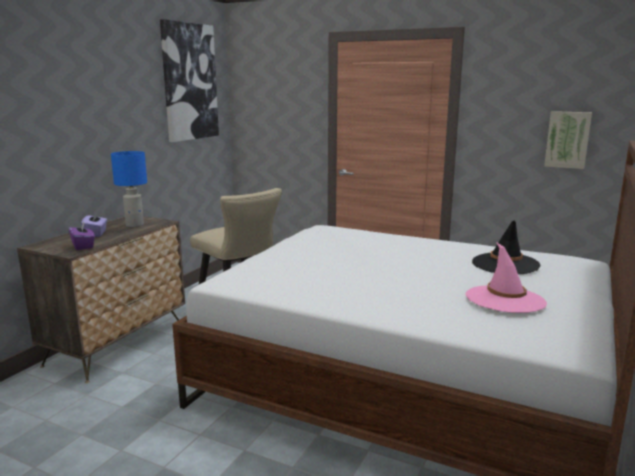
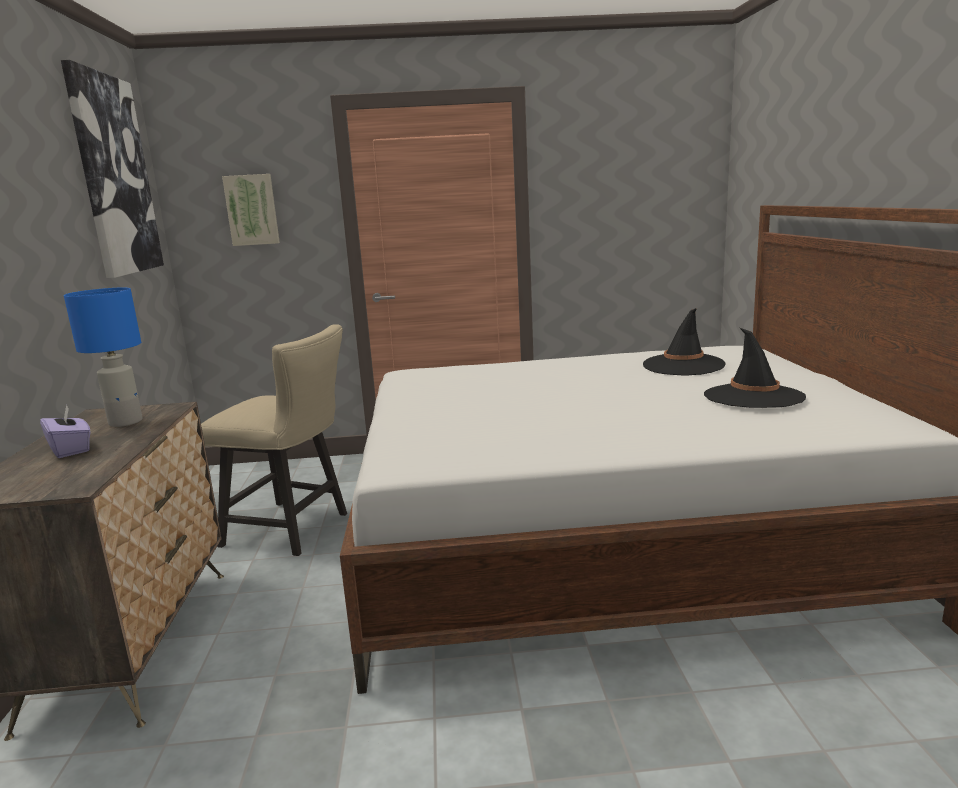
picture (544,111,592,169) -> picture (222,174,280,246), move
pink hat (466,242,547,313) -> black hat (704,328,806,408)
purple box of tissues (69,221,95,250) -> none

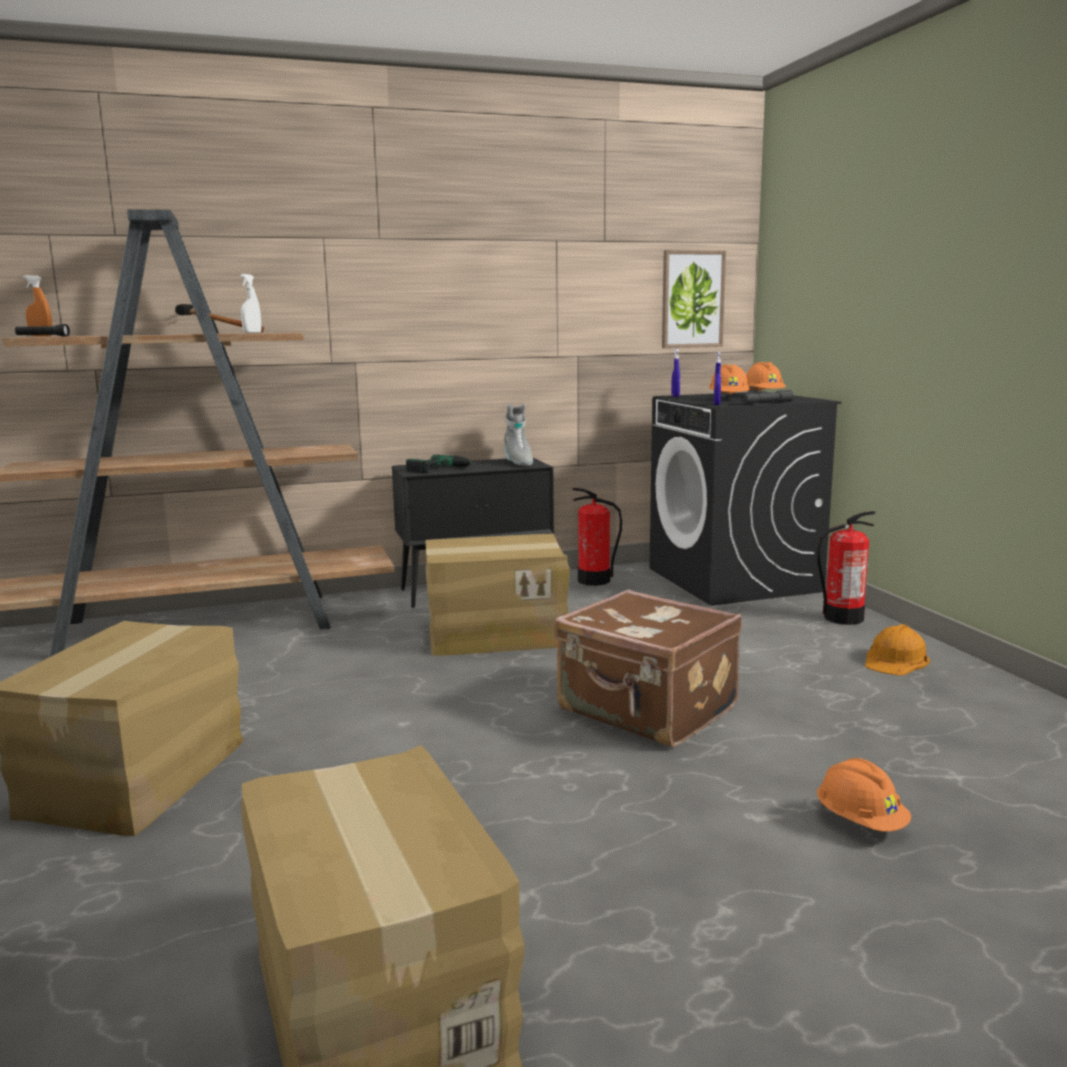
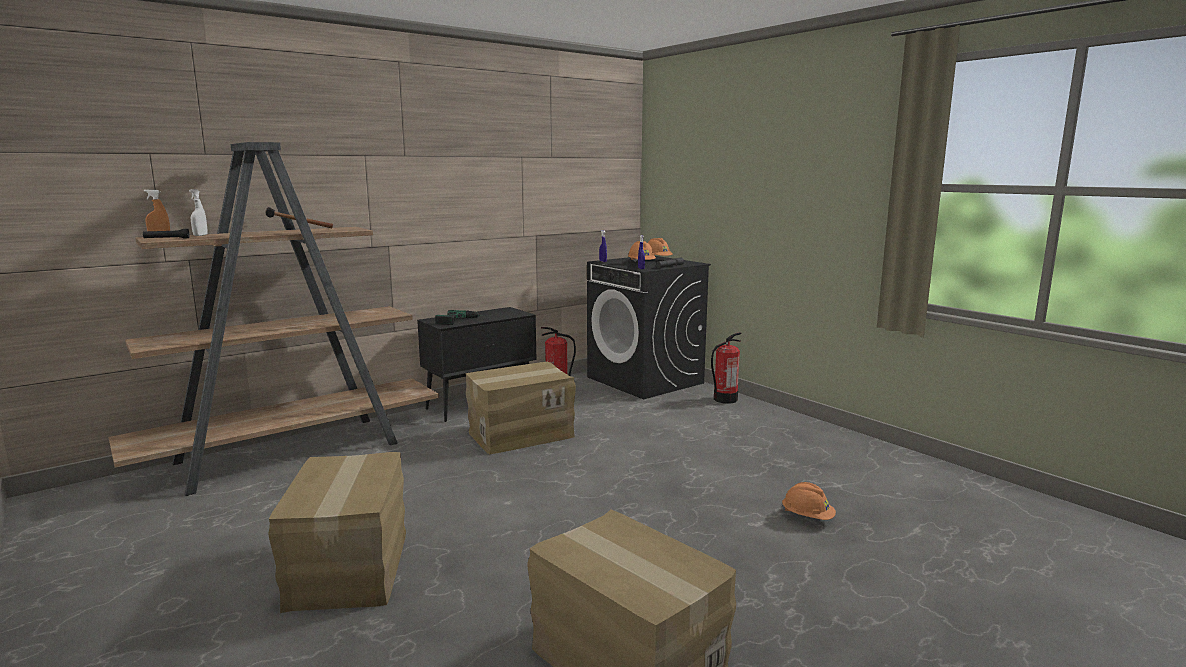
whitish spray bottle (240,274,261,333) -> whitish spray bottle (189,189,208,236), move
grey high-top boot (504,403,533,466) -> none
brown-coloured suitcase (554,589,742,747) -> none
picture (662,250,726,348) -> none
orange-coloured work helmet (865,624,930,676) -> none

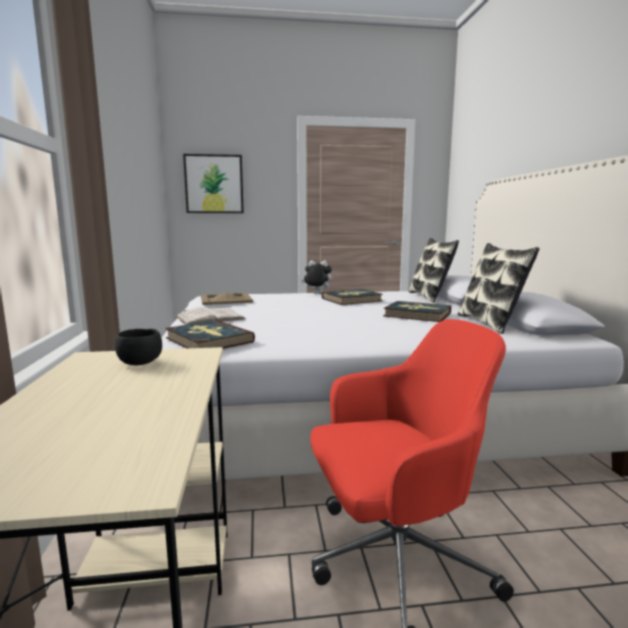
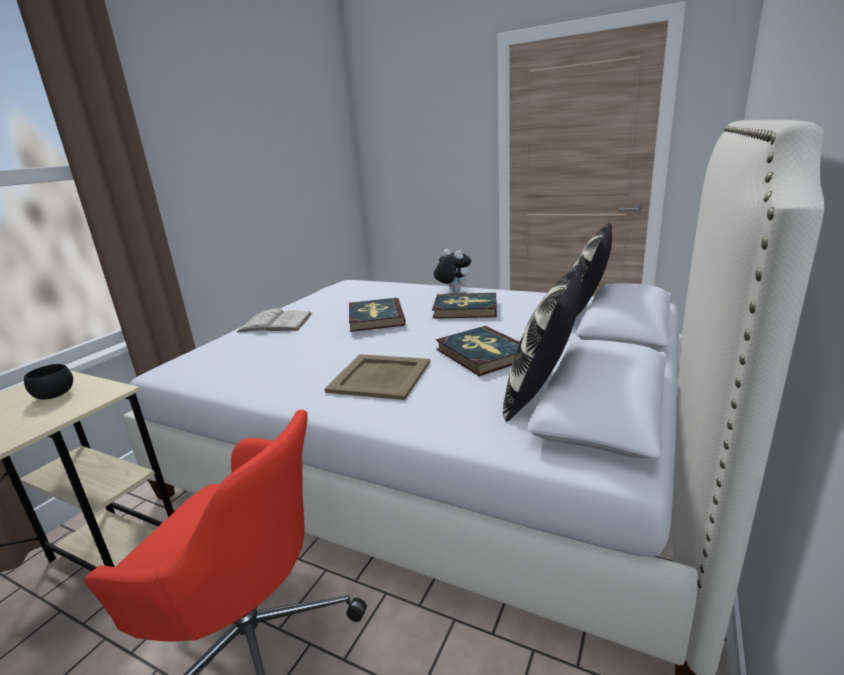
sand-coloured tray (201,292,253,305) -> sand-coloured tray (325,354,430,400), move
bound book (165,320,255,349) -> bound book (349,298,406,332), move
picture (183,154,244,213) -> none

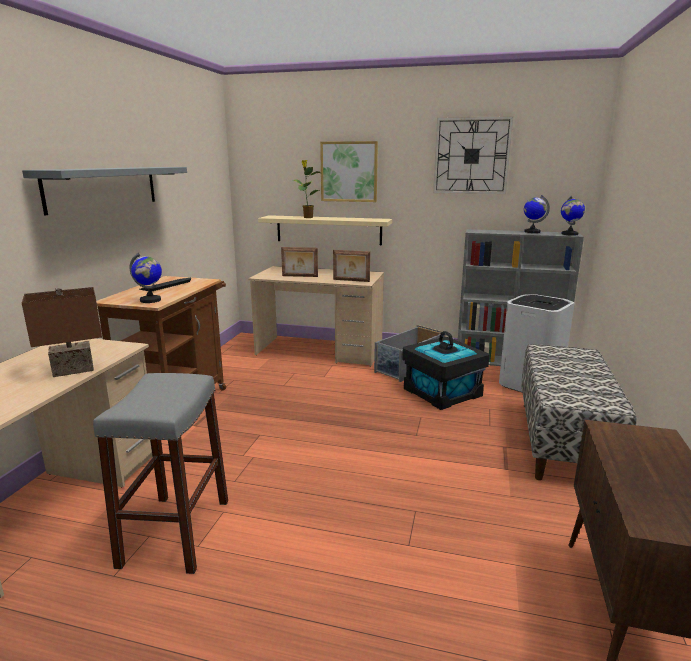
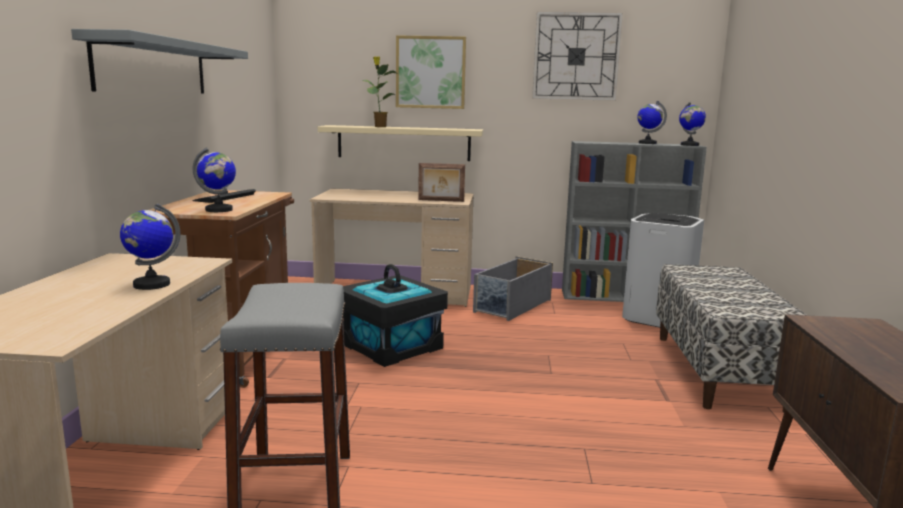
brown-coloured lamp for a table (22,287,102,377) -> world globe (120,204,180,290)
black storage box (402,331,489,410) -> black storage box (343,264,448,367), move
picture frame (281,247,318,277) -> none

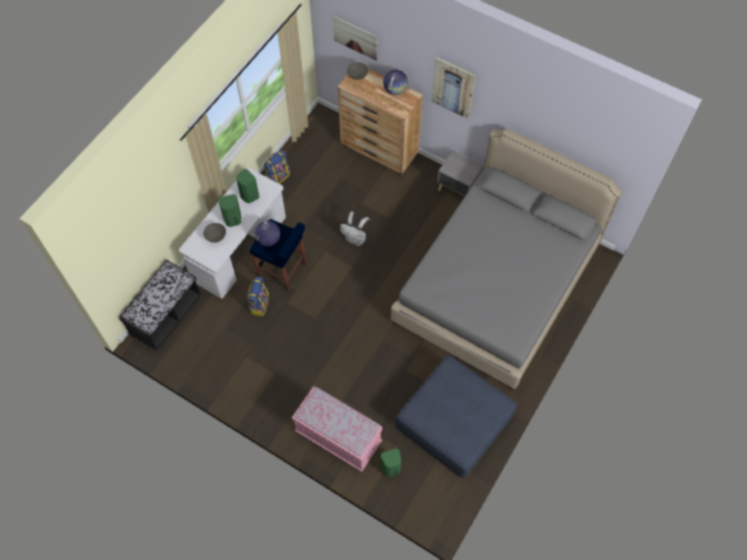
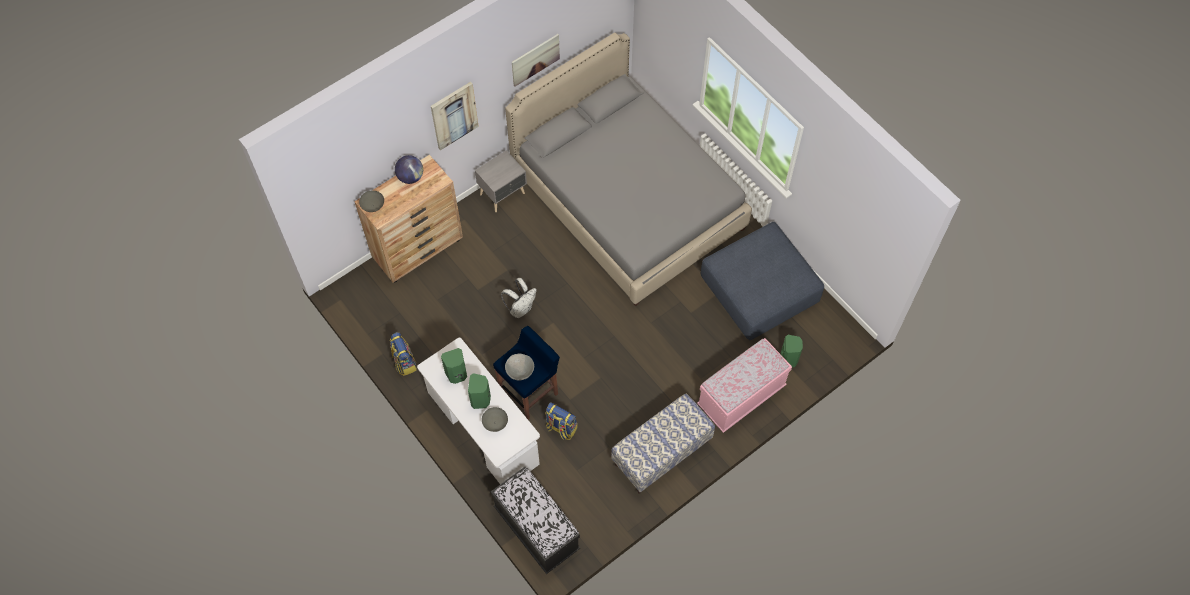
world globe (255,221,280,246) -> grey serving bowl (505,354,534,381)
picture (333,16,377,60) -> picture (512,34,560,87), move
none -> indoor bench (611,393,715,494)

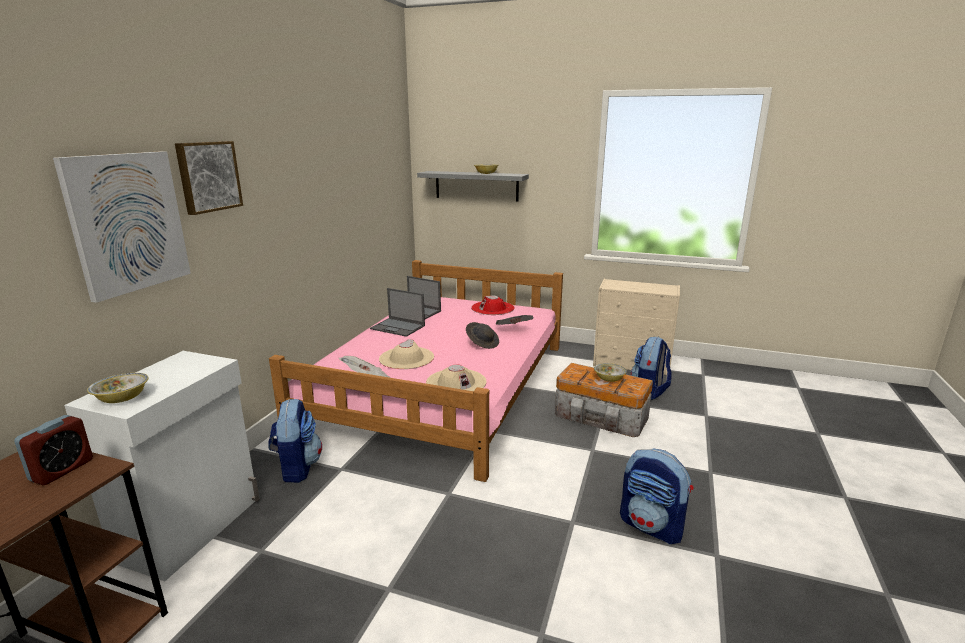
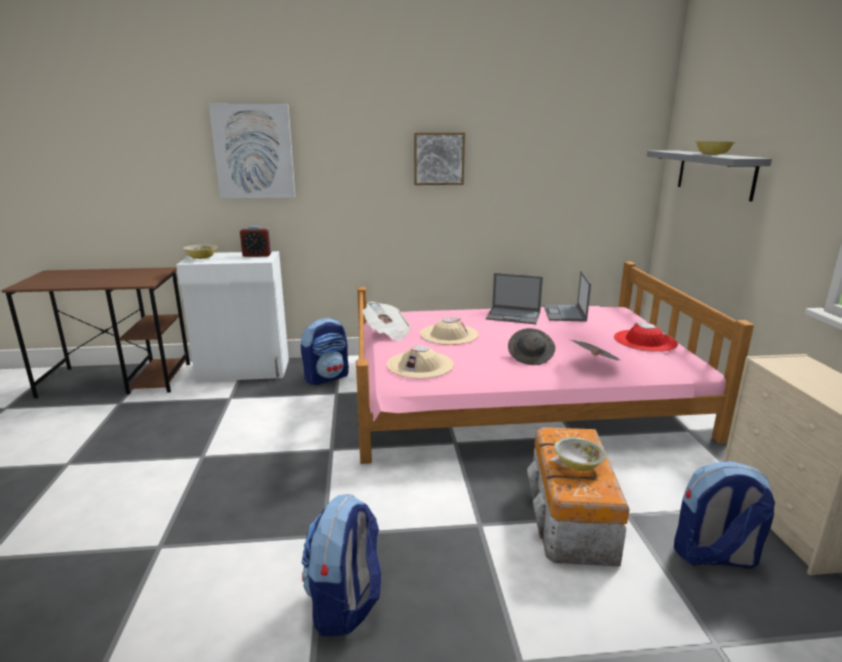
bedside clock (14,415,93,485) -> bedside clock (240,226,271,257), move
picture (175,141,243,215) -> picture (414,133,465,185), move
notebook computer (370,288,425,337) -> notebook computer (486,273,543,324), 75 degrees counterclockwise

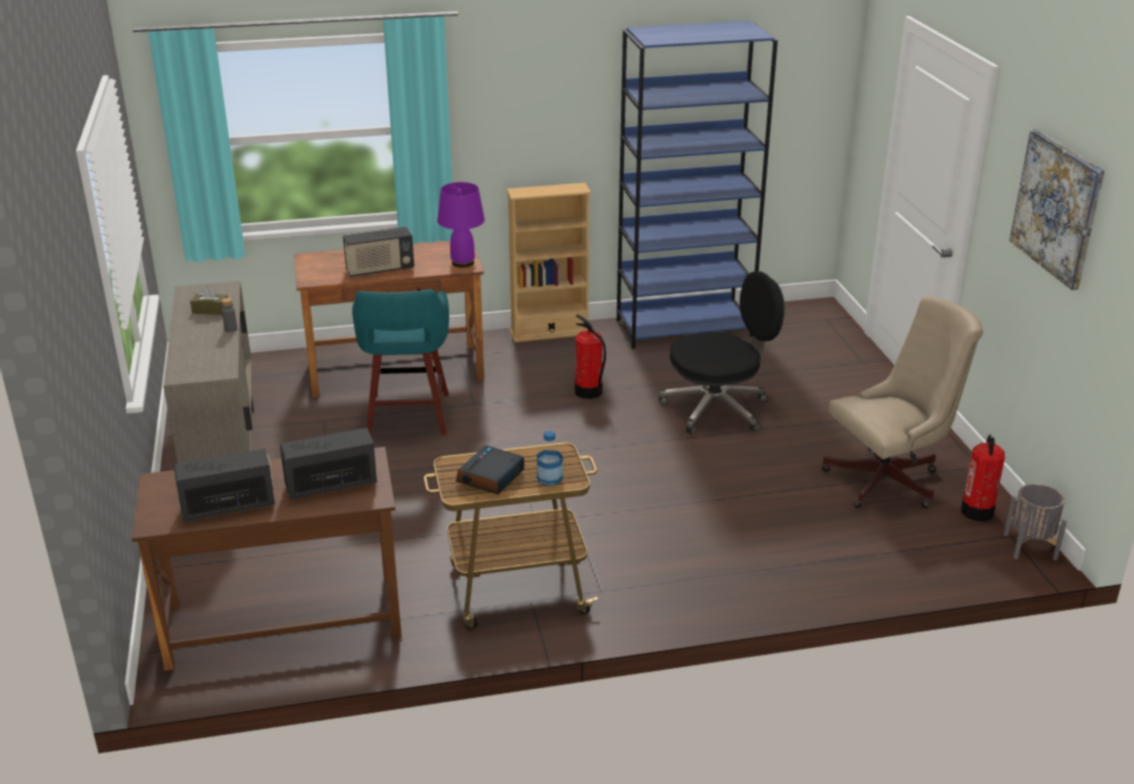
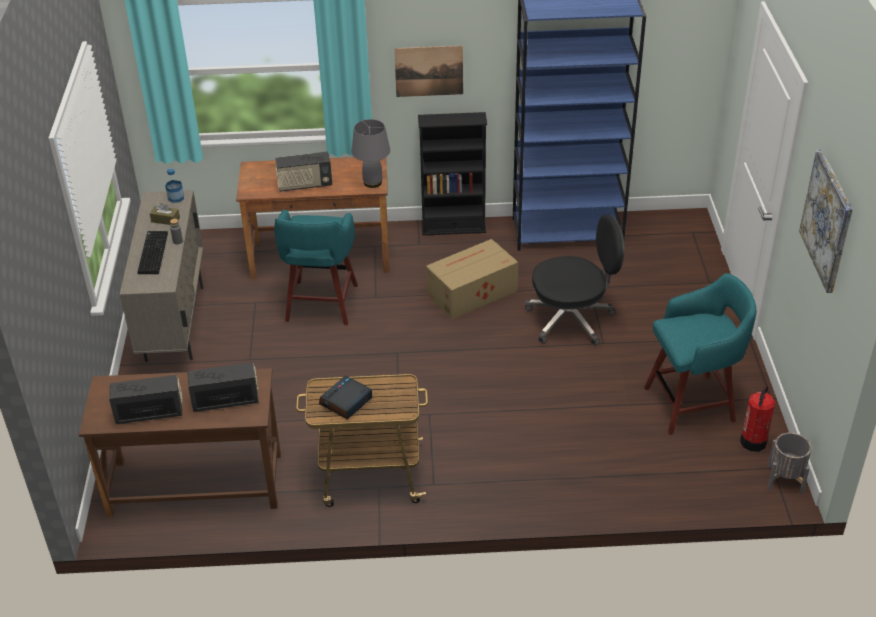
none -> keyboard (137,231,168,274)
bottle (537,431,563,486) -> bottle (165,168,184,203), move
purple lamp for a table (437,182,485,268) -> grey lamp for a table (352,119,390,188)
none -> picture (394,46,463,97)
sand-coloured bookcase (506,183,591,342) -> black bookcase (418,112,487,236)
fire extinguisher (575,314,606,399) -> packing box (426,239,518,319)
sand-coloured desk chair (822,295,983,508) -> turquoise stool (644,273,756,435)

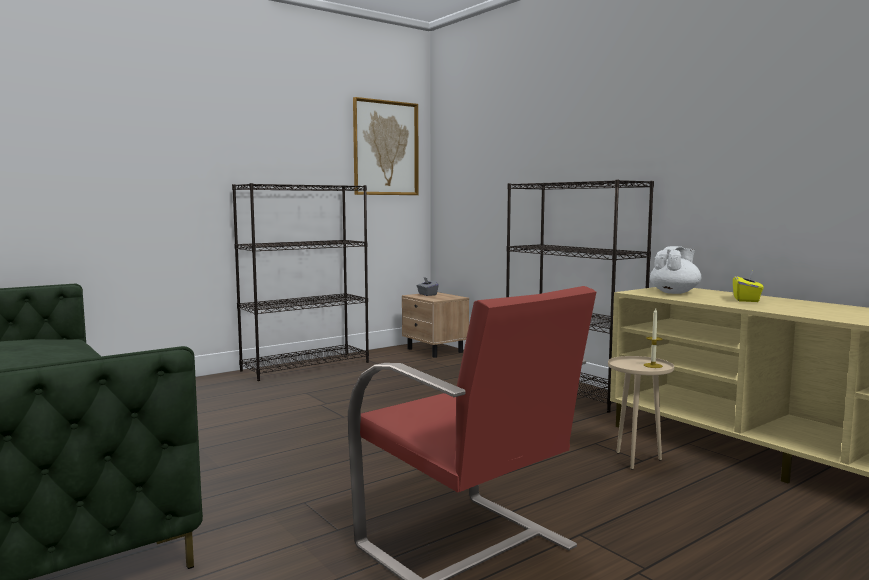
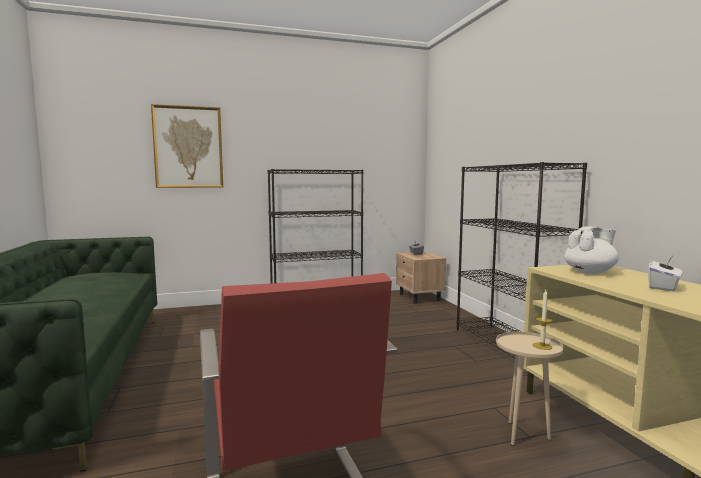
picture (353,97,419,195) -> picture (151,104,223,188), move
yellow-coloured box of tissues (733,270,763,302) -> whitish box of tissues (648,257,682,291)

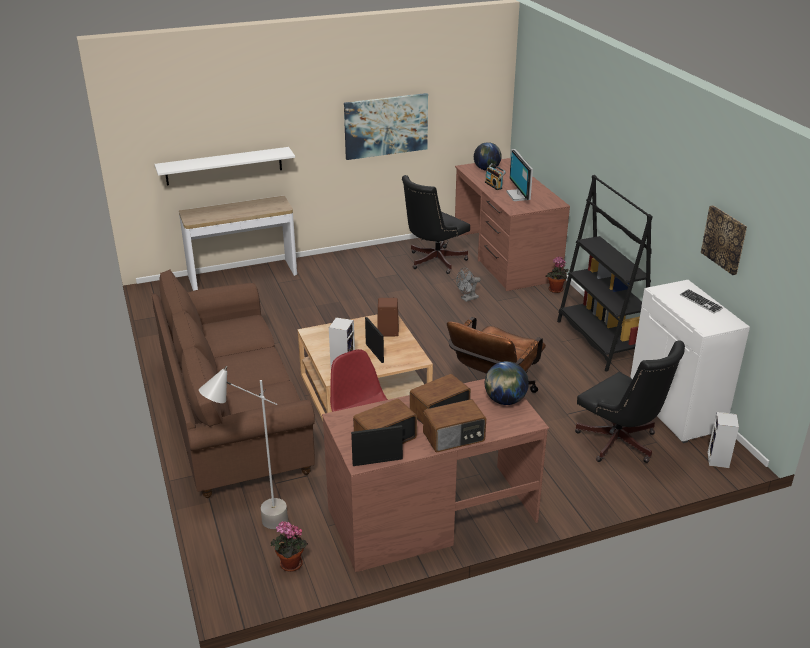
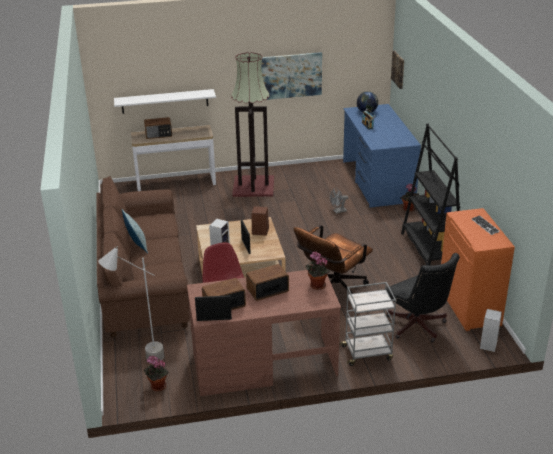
none -> throw pillow (122,209,148,254)
radio set (423,399,486,452) -> radio set (144,117,172,139), move
none -> floor lamp (231,52,274,197)
world globe (485,361,529,405) -> plant in a pot (306,252,330,290)
none -> grey trolley (339,282,396,366)
brown-coloured desk (455,158,570,291) -> bluish desk (343,104,421,208)
picture (701,205,747,275) -> picture (391,51,404,89), move
whitish cupboard (630,280,750,443) -> orange-coloured cupboard (441,208,515,331)
black desk chair (402,175,470,274) -> none
computer screen (506,149,533,201) -> none

